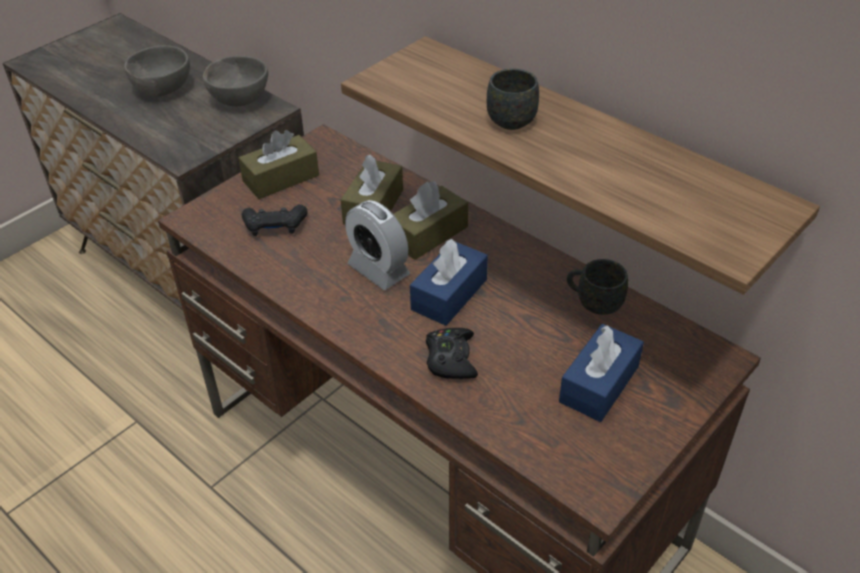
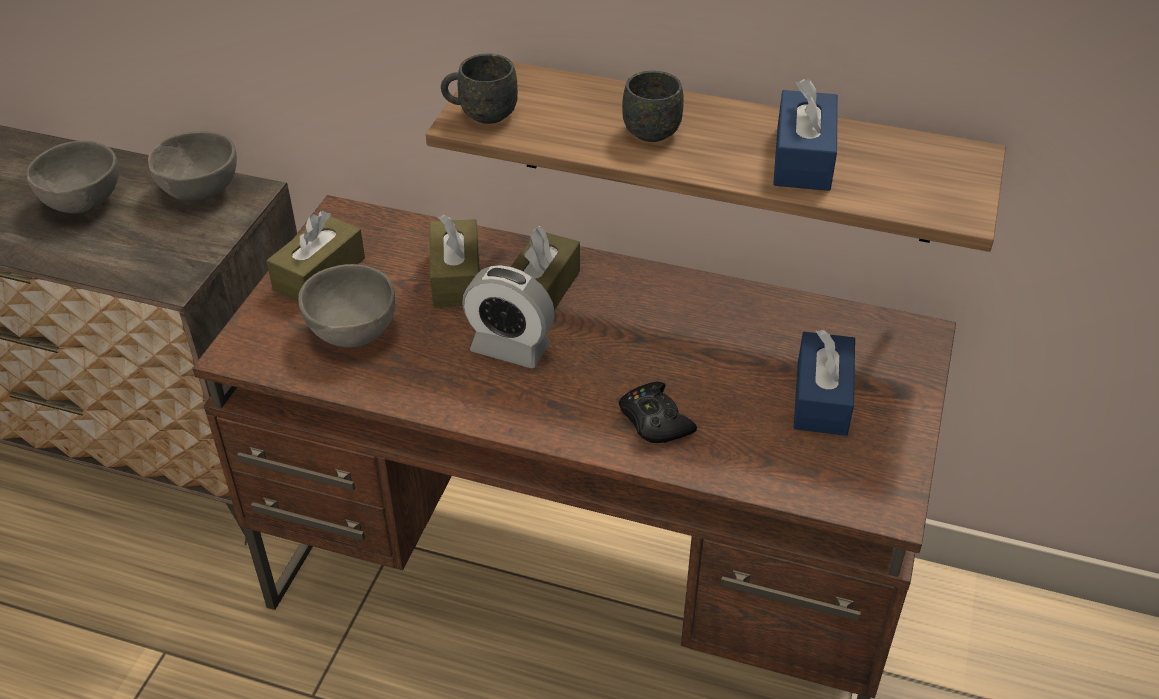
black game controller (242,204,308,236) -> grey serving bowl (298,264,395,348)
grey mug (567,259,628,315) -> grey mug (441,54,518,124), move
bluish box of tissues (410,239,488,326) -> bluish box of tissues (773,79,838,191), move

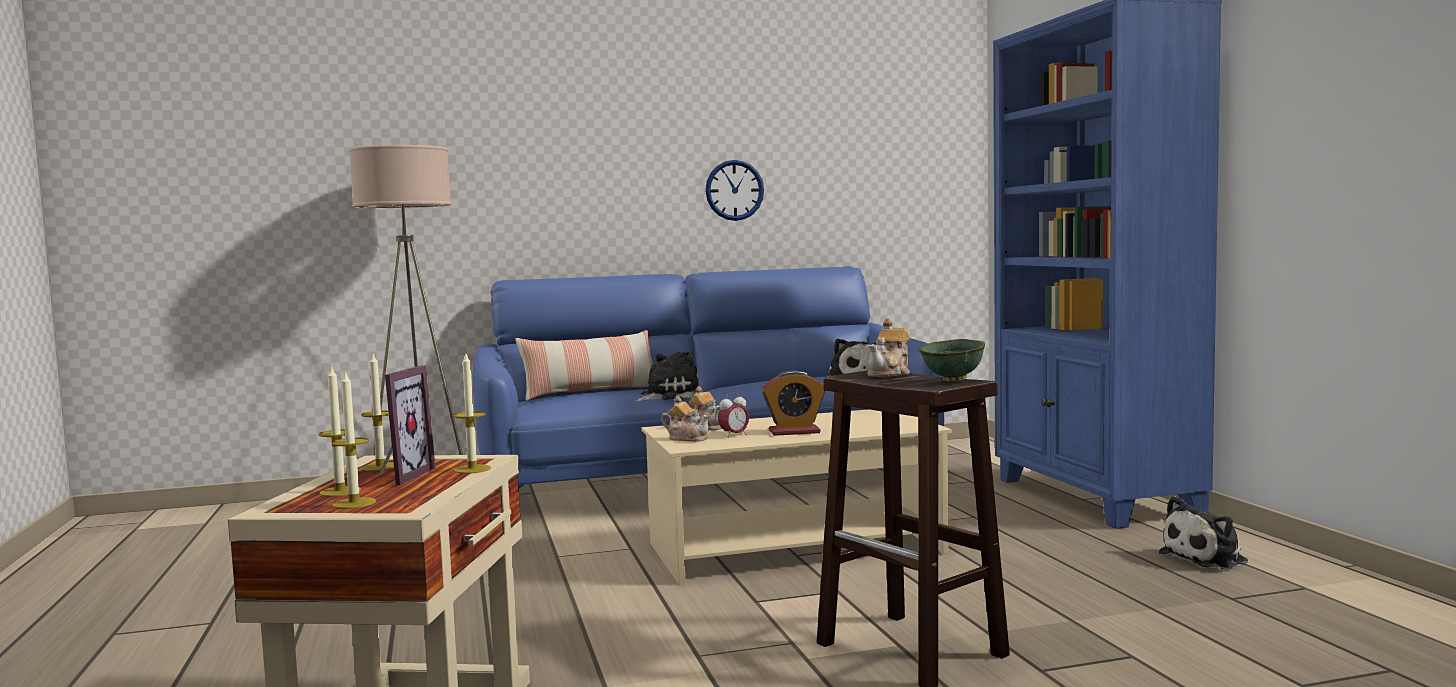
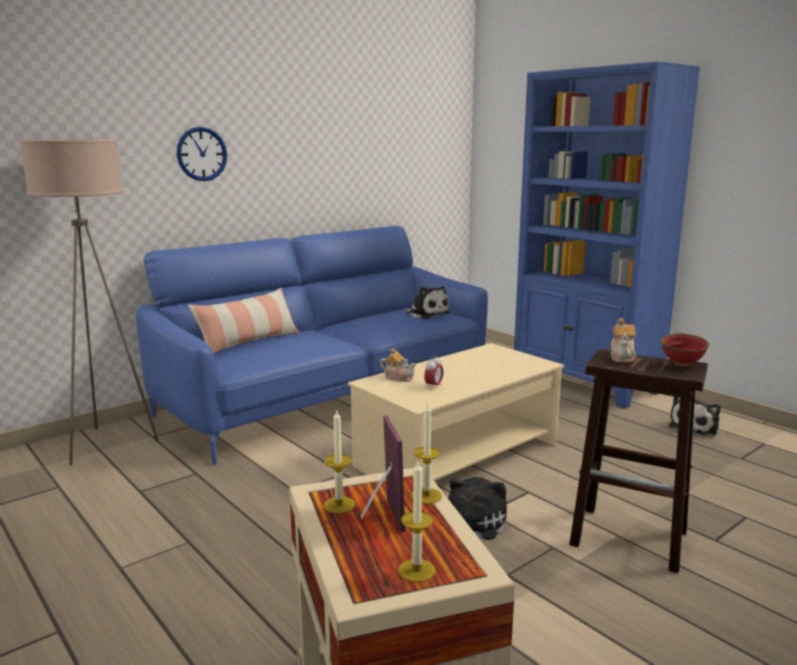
hanging clock (706,160,764,221) -> hanging clock (177,127,227,181), move
soft toy (635,351,698,402) -> soft toy (448,477,507,540), move
greenish serving bowl (919,339,985,382) -> red-coloured serving bowl (661,333,709,366)
wax light (318,365,361,497) -> none
pot for tea (661,396,710,442) -> none
bedside clock (762,370,825,436) -> none

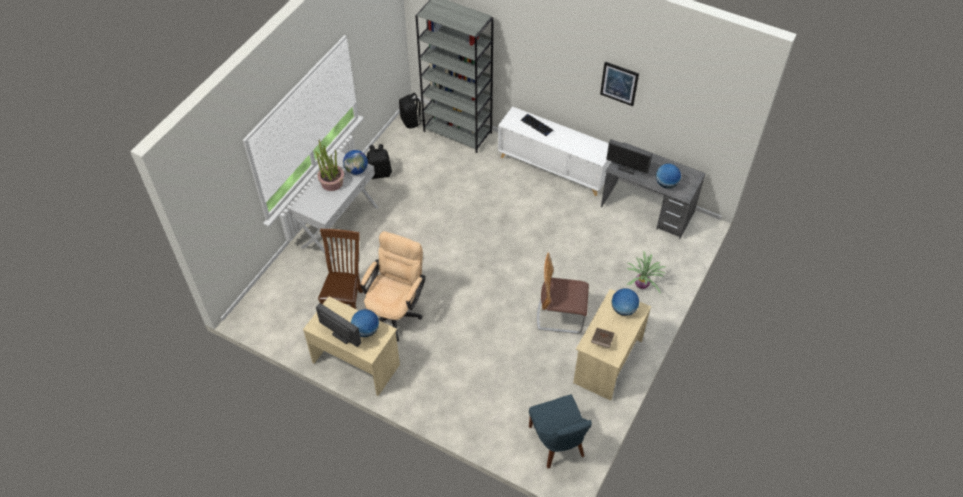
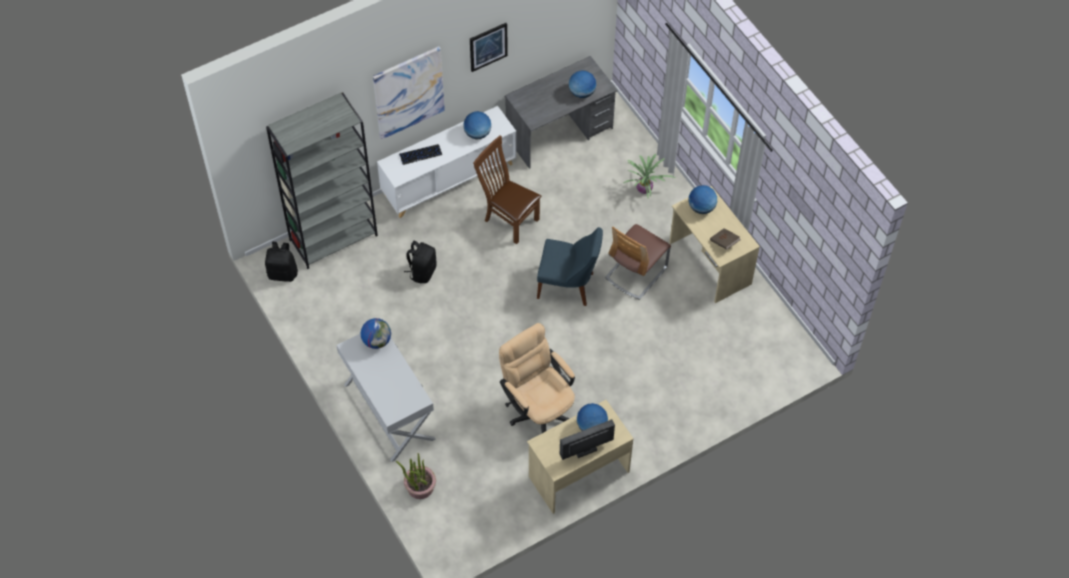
none -> picture (373,46,445,140)
plant in a pot (315,140,344,191) -> plant in a pot (396,453,436,499), move
black knapsack (367,144,392,179) -> black knapsack (404,241,437,283), move
none -> world globe (463,111,491,139)
brown-coloured plain chair (318,229,363,309) -> brown-coloured plain chair (473,136,541,244), move
bluish plain chair (529,395,592,468) -> bluish plain chair (537,227,603,306), move
computer screen (606,139,653,175) -> none

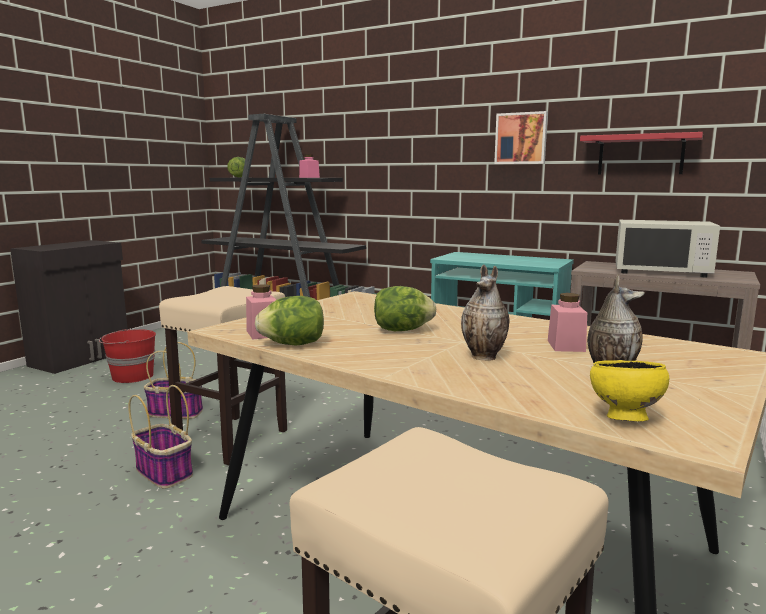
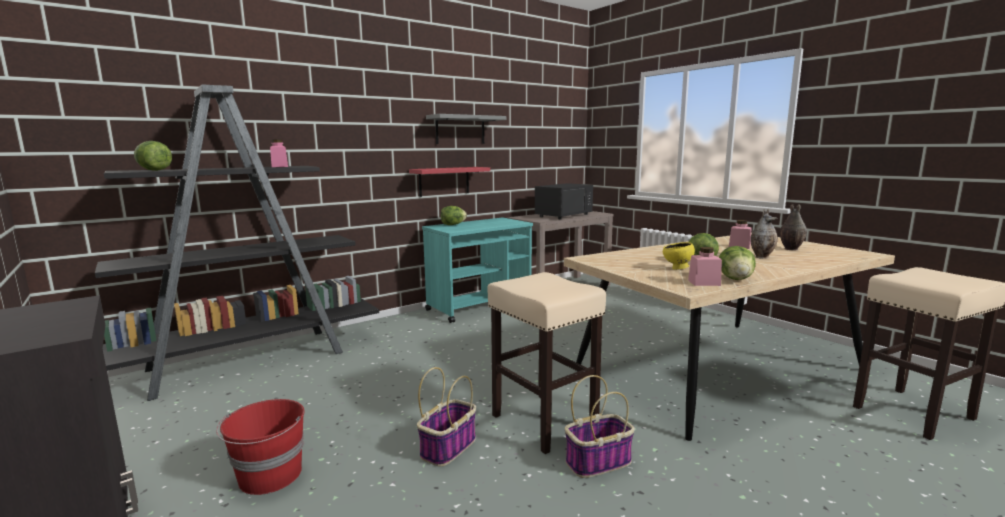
red-coloured bracket shelf (580,132,703,174) -> red-coloured bracket shelf (409,167,490,197), move
picture (494,111,548,164) -> grey bracket shelf (426,114,506,144)
none -> lettuce (440,206,467,225)
whitish microwave oven (615,220,720,277) -> black microwave oven (535,183,593,219)
yellow-coloured serving bowl (590,360,669,421) -> yellow-coloured serving bowl (663,242,695,270), move

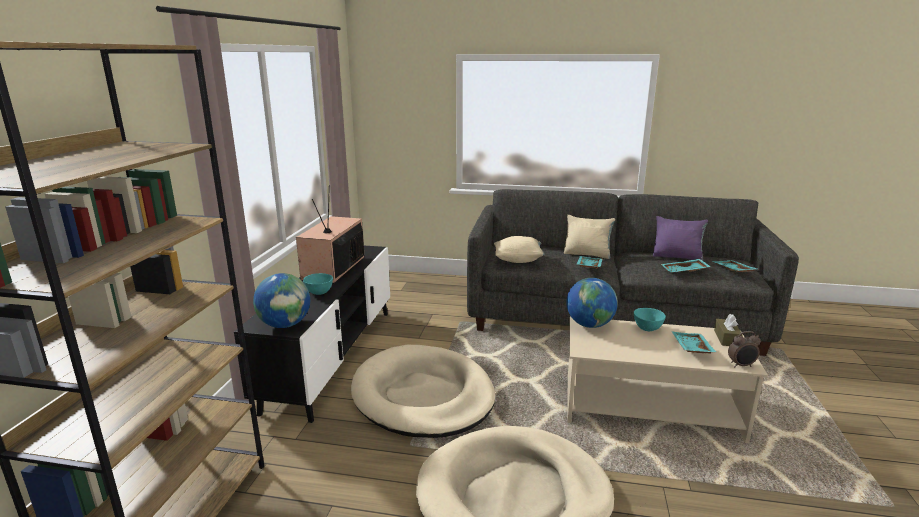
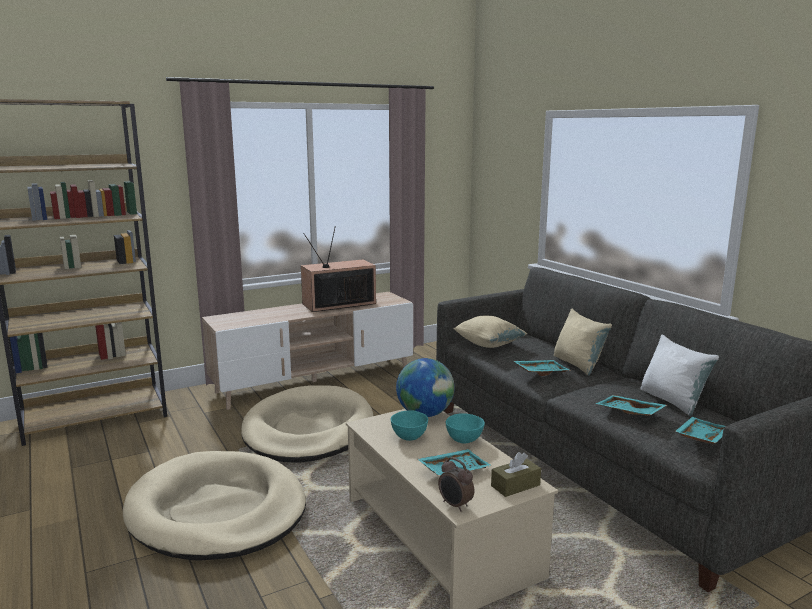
black tv unit (234,246,390,423) -> sand-coloured tv unit (202,292,413,410)
turquoise serving bowl (303,273,333,295) -> turquoise serving bowl (391,410,428,441), move
purple throw pillow (653,216,708,261) -> whitish throw pillow (640,335,719,416)
world globe (253,273,310,328) -> none

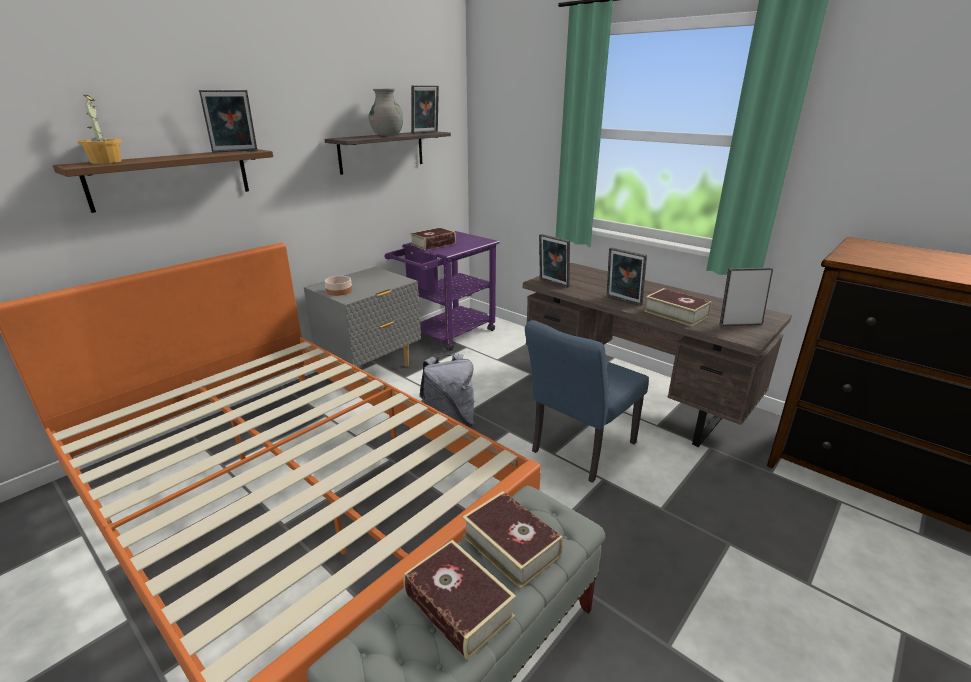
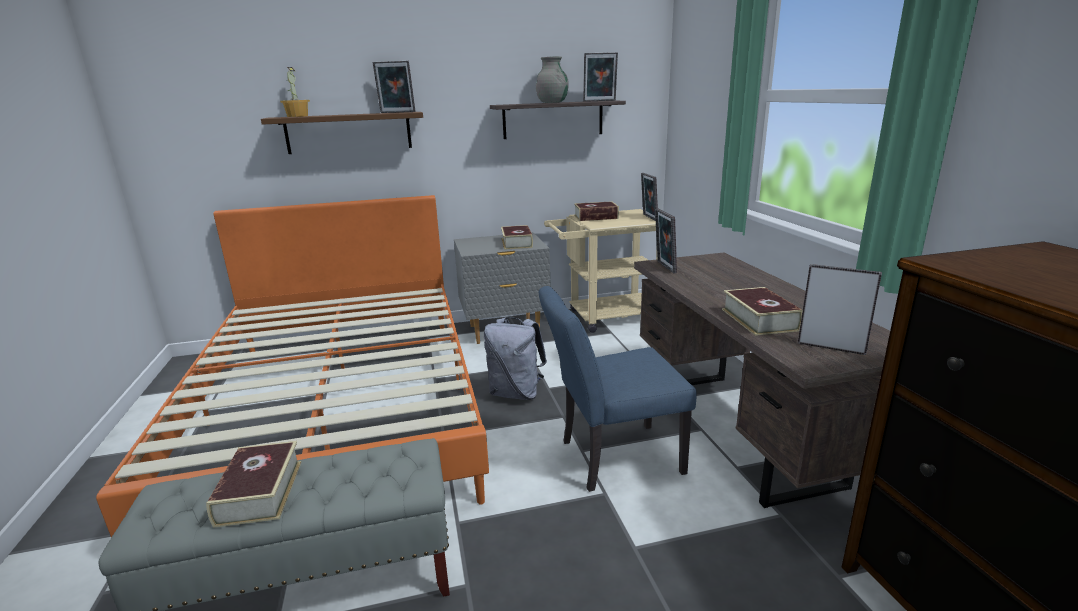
bound book (462,491,563,589) -> bound book (501,225,533,250), move
purple trolley (385,231,500,351) -> sand-coloured trolley (544,209,657,333)
picture frame (607,247,647,306) -> picture frame (641,173,658,221), move
serving bowl (325,276,352,296) -> none

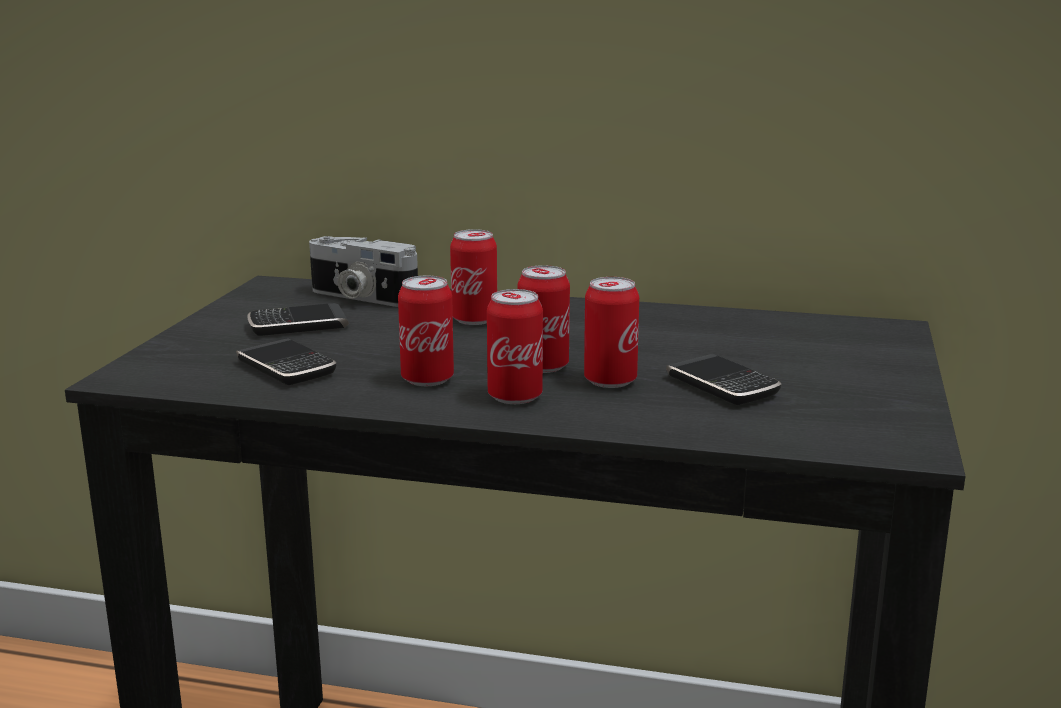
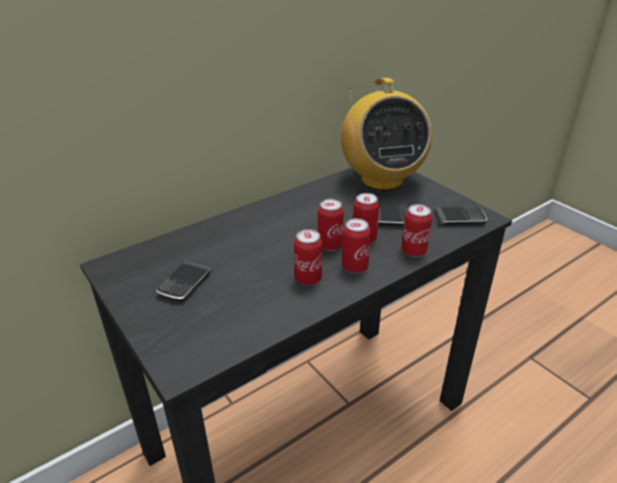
none -> radio set (341,78,432,191)
metal can (450,229,497,325) -> metal can (401,204,432,257), move
handset (236,338,336,385) -> handset (434,207,487,225), move
still camera (309,236,418,307) -> none

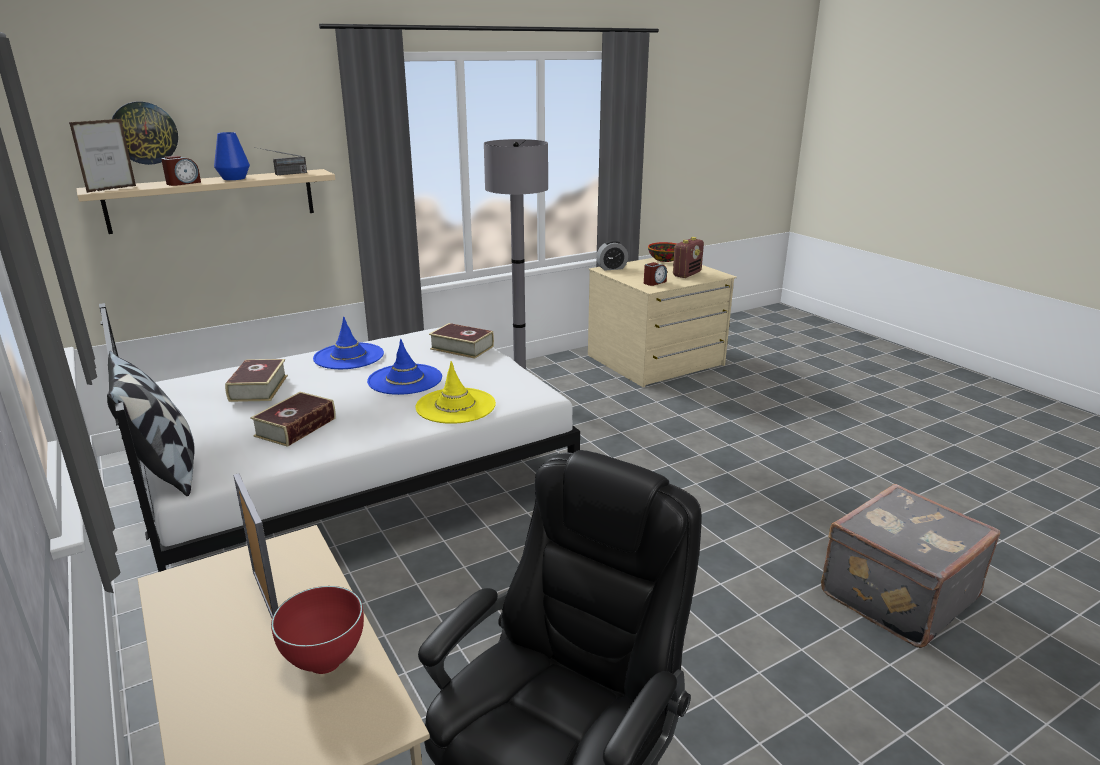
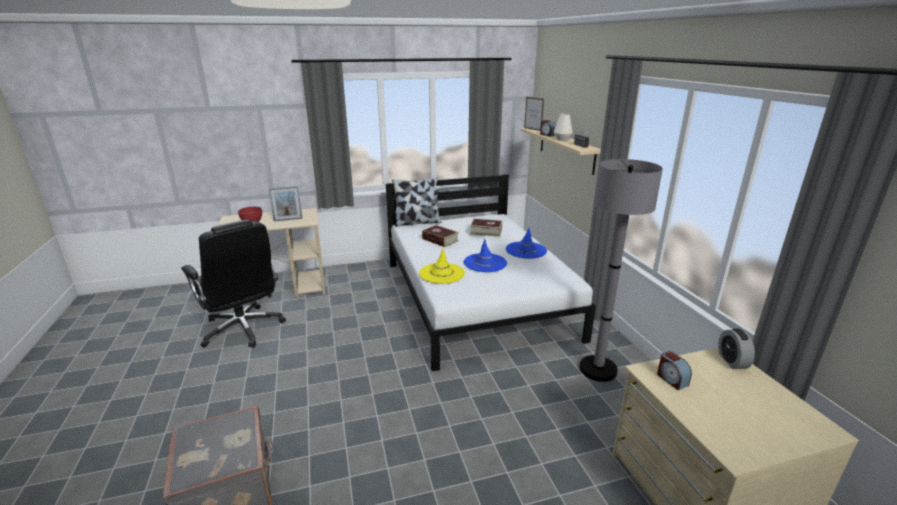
bluish decorative vase (214,132,250,180) -> whitish decorative vase (554,114,573,141)
hanging clock (112,101,178,165) -> none
bound book (429,323,494,359) -> none
serving bowl (648,242,677,262) -> none
radio set (673,237,704,278) -> none

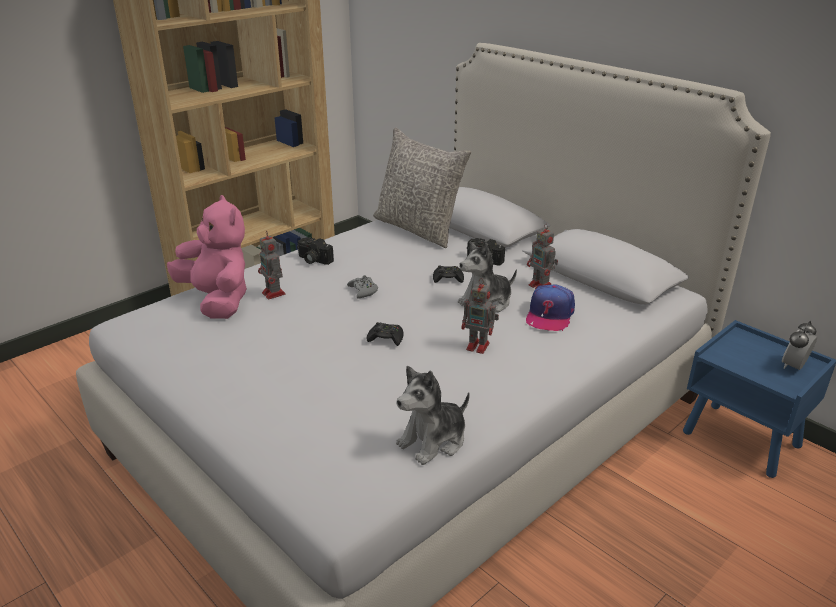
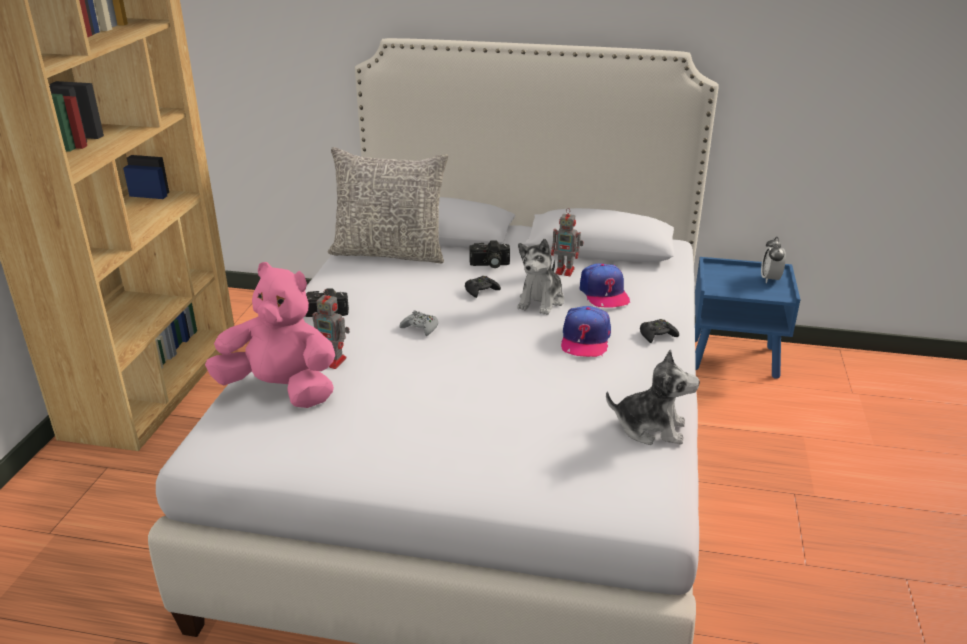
model robot (462,278,499,354) -> peaked cap (561,306,611,357)
soft toy (396,366,470,465) -> soft toy (606,349,700,445), 90 degrees counterclockwise
black game controller (366,322,404,346) -> black game controller (640,319,679,343), move

